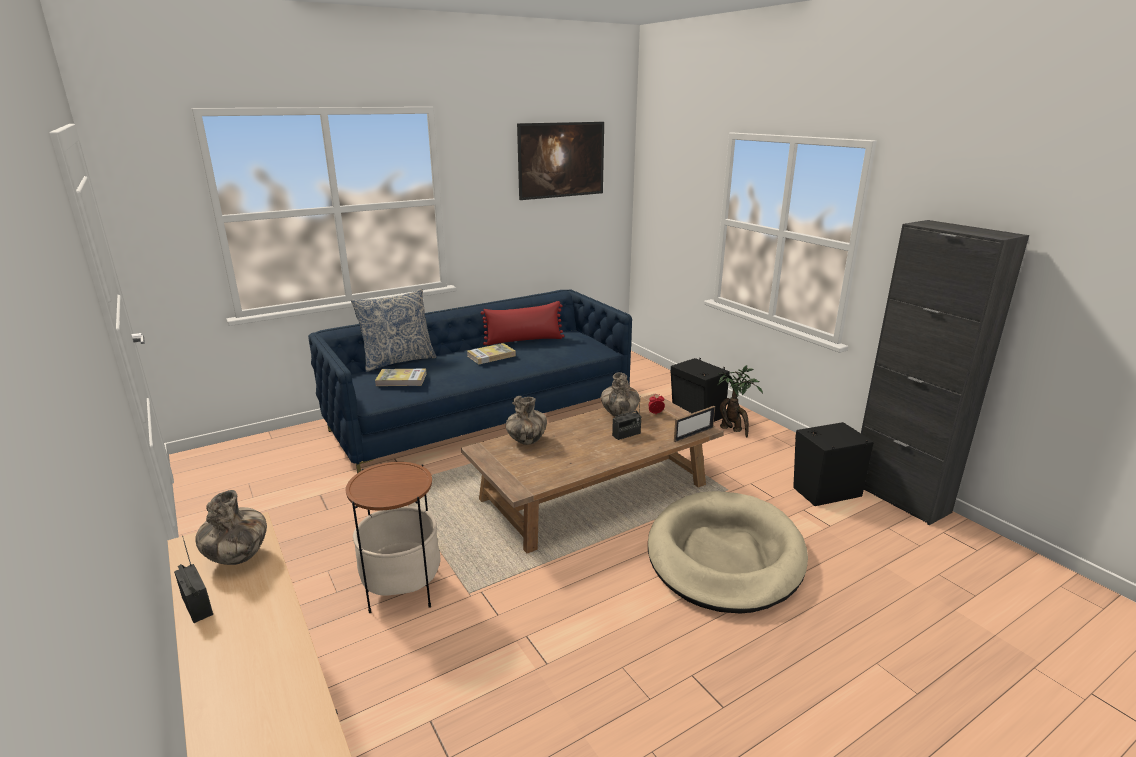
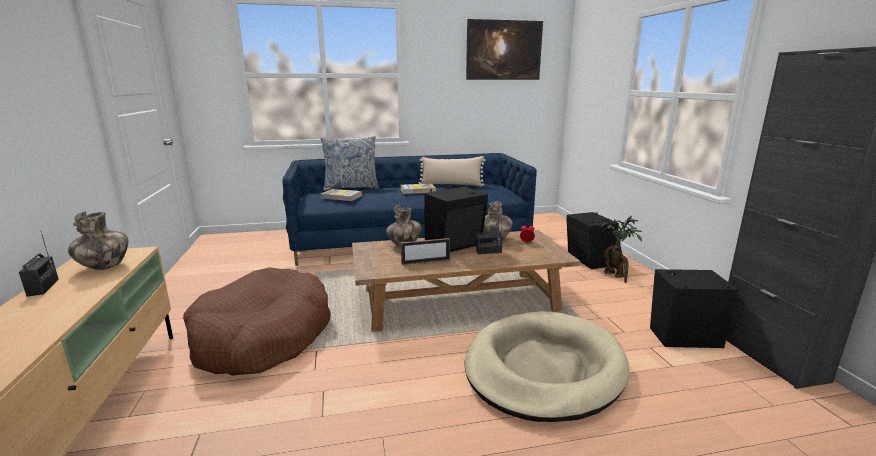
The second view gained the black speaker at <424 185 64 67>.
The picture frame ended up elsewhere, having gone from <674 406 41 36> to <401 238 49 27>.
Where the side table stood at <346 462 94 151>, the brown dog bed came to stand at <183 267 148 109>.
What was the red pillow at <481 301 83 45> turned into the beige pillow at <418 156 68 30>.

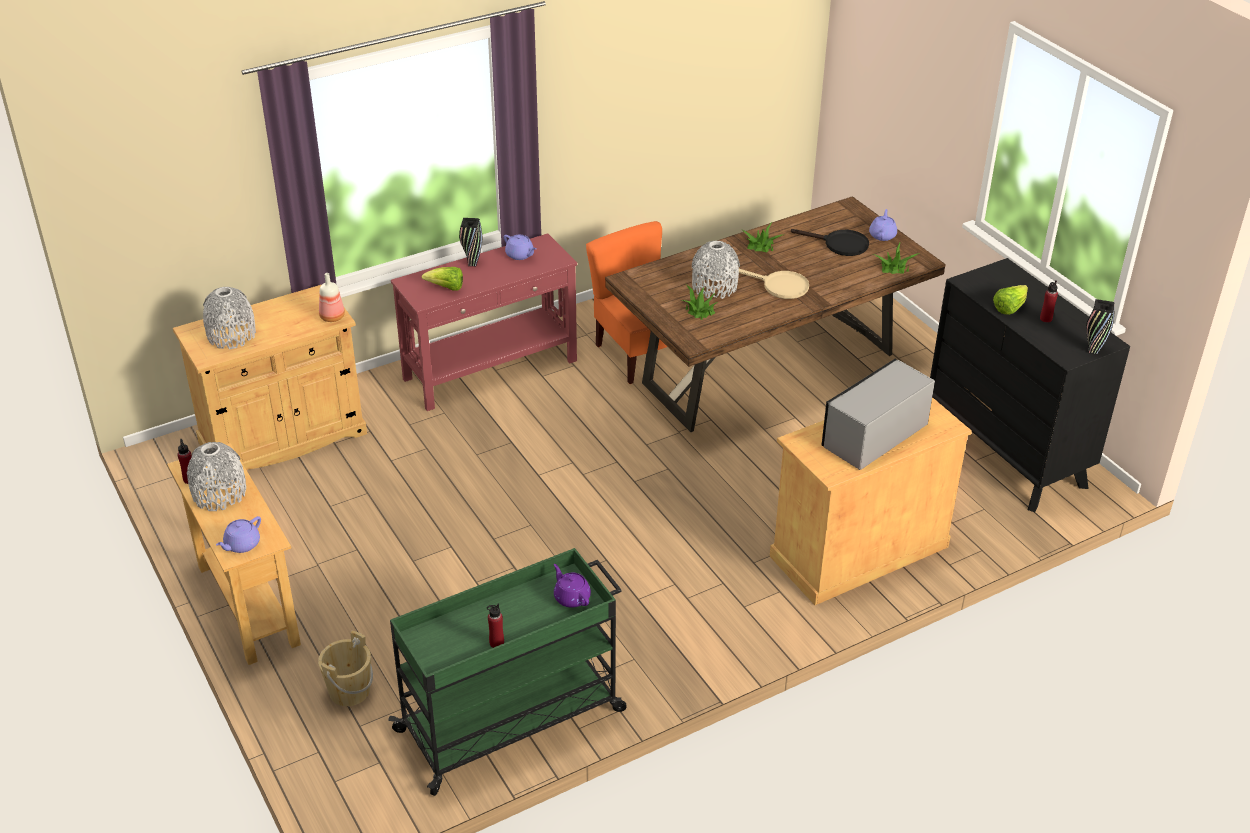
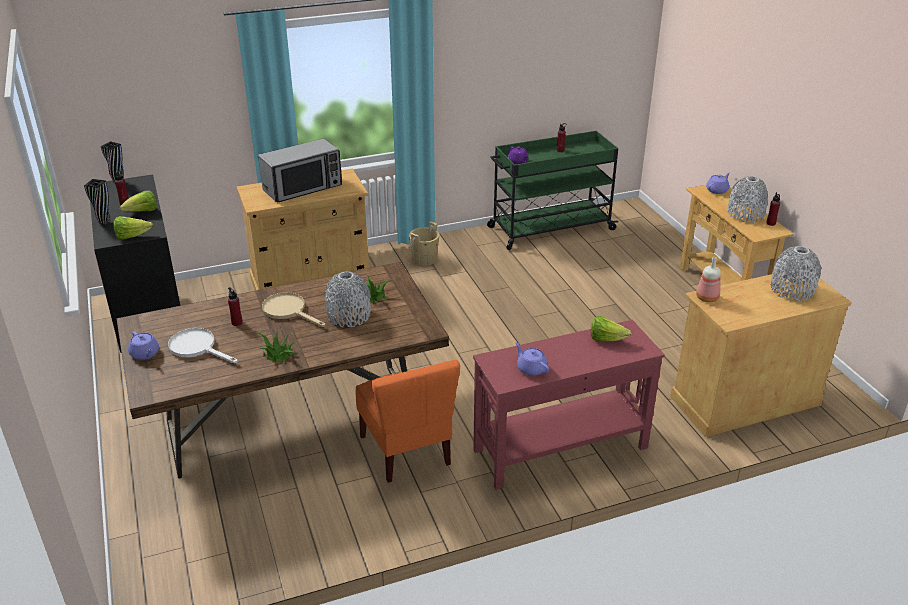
The second view lost the potted plant at <873 243 47 31>.
The second view gained the lettuce at <114 216 39 24>.
The second view gained the red bottle at <228 287 15 39>.
The beige bucket ended up elsewhere, having gone from <318 631 55 75> to <409 222 30 44>.
The black vase ended up elsewhere, having gone from <459 218 23 48> to <84 179 26 46>.
What was the black frying pan at <791 229 78 27> turned into the white frying pan at <168 328 70 35>.
The purple teapot at <869 209 28 32> ended up facing another way, 60 degrees counterclockwise from before.

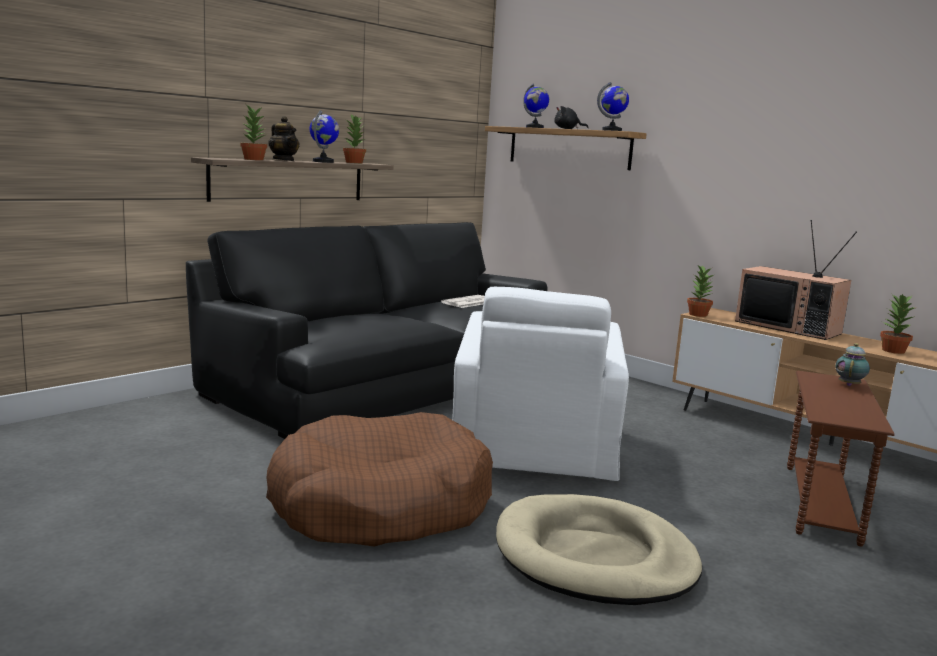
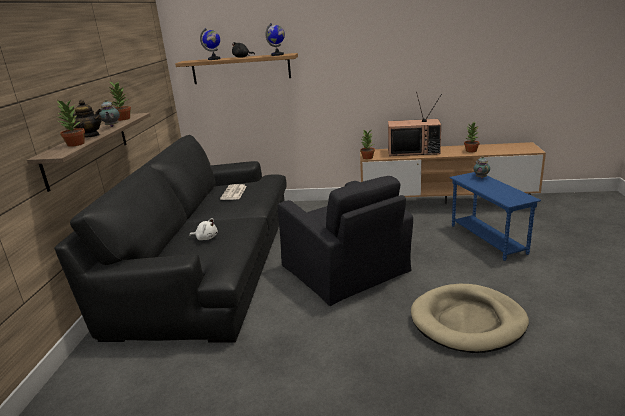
The second view lost the brown dog bed at <266 412 227 135>.
The second view gained the white plush toy at <189 218 29 22>.
Where the globe stood at <310 110 29 53>, the teapot came to stand at <99 100 21 27>.
What was the white armchair at <452 287 177 194> turned into the black armchair at <278 176 135 130>.
What was the brown side table at <787 371 107 176> turned into the blue side table at <450 172 91 89>.

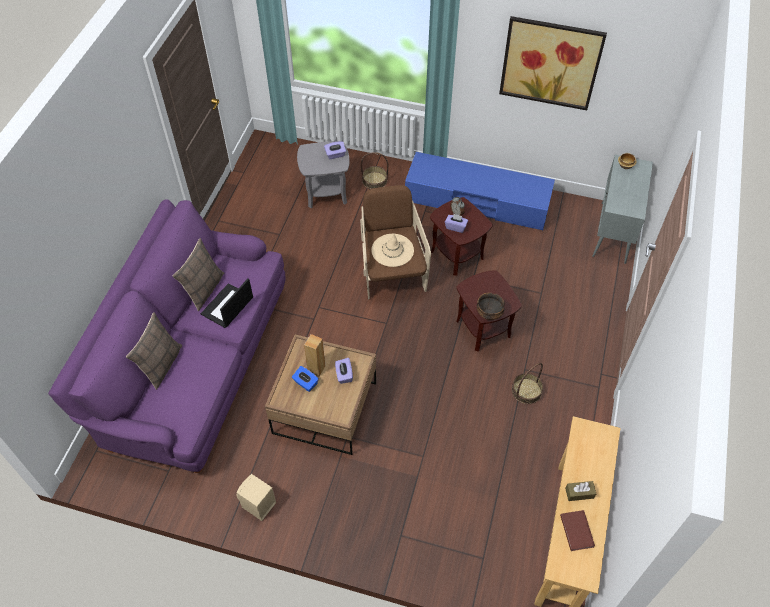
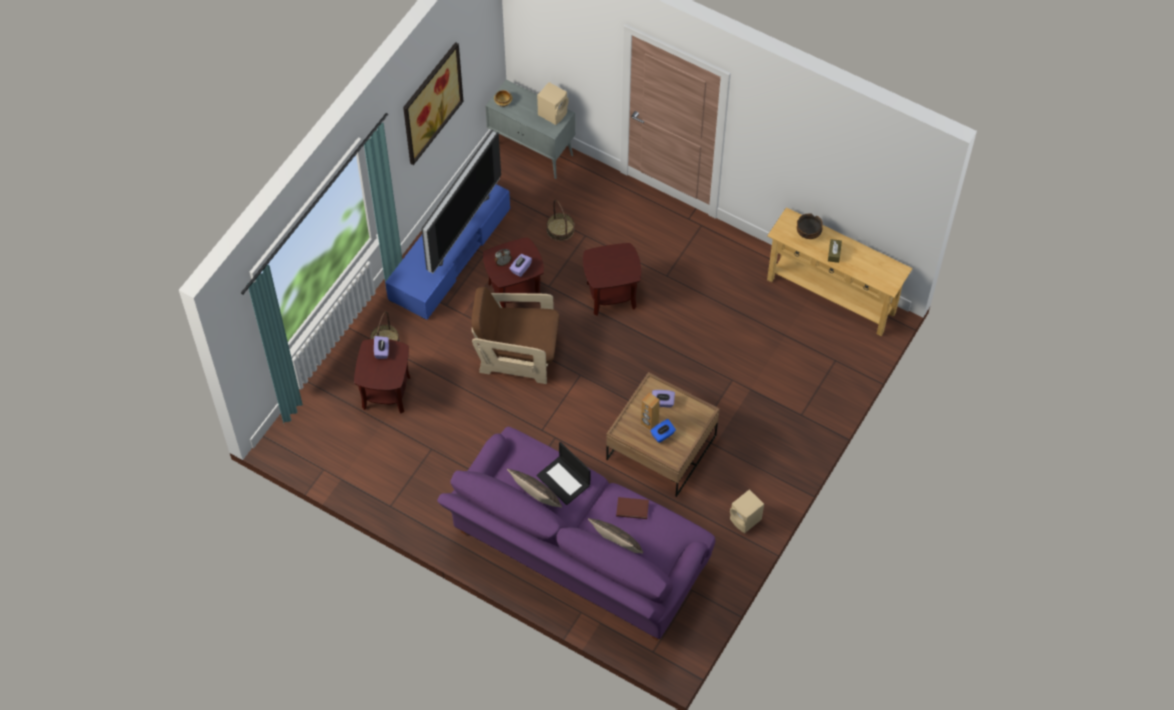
The second view lost the beige hat at <371 234 43 33>.
The second view gained the television at <421 130 80 143>.
The second view gained the beige speaker at <537 82 31 43>.
The bowl ended up elsewhere, having gone from <477 292 28 28> to <797 213 26 26>.
The basket ended up elsewhere, having gone from <512 363 31 41> to <546 199 29 42>.
The brown book ended up elsewhere, having gone from <560 510 35 41> to <616 497 33 22>.
What was the grey side table at <297 141 52 67> turned into the brown side table at <354 339 56 75>.

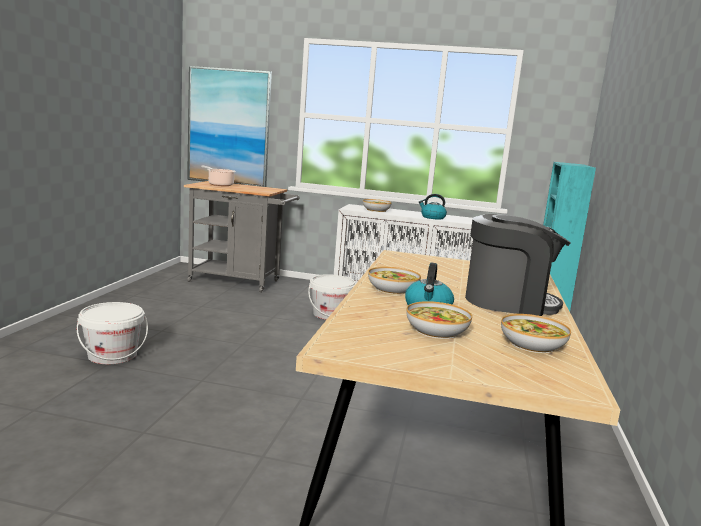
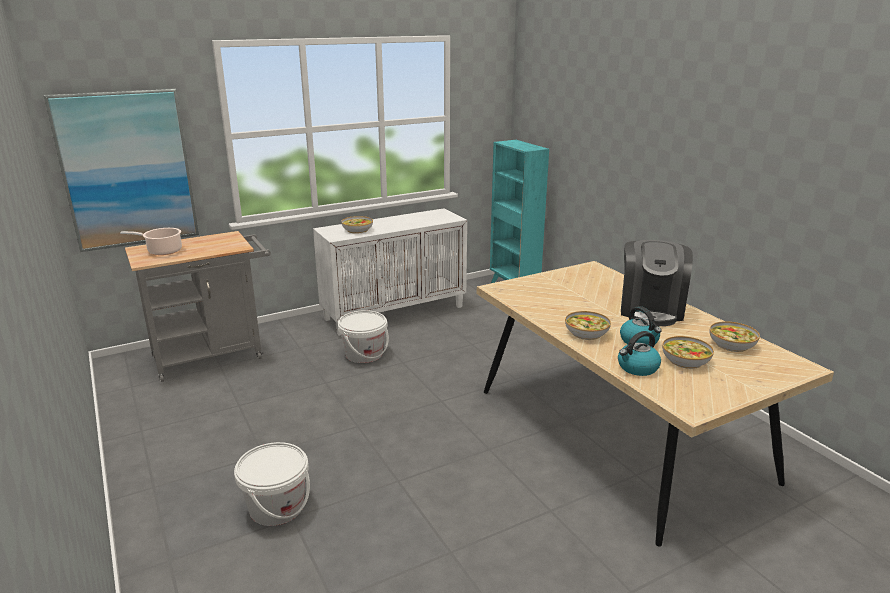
The kettle ended up elsewhere, having gone from <419 194 28 25> to <618 331 43 45>.
The coffee machine at <465 214 105 102> ended up facing another way, 135 degrees clockwise from before.

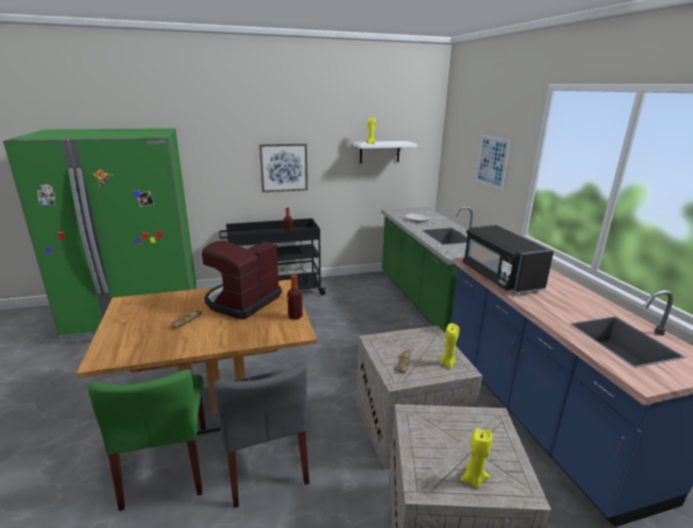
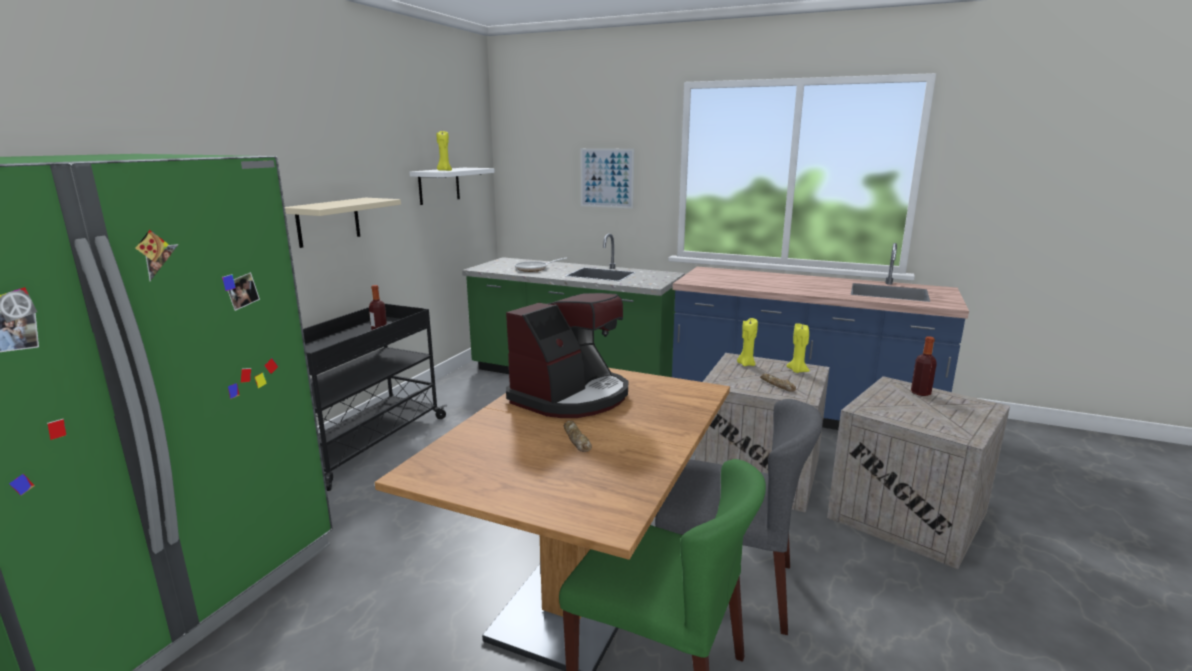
The second view lost the black microwave at <462 225 92 69>.
The bottle ended up elsewhere, having gone from <287 275 16 45> to <911 336 26 60>.
The yellow candle ended up elsewhere, having gone from <461 428 31 60> to <737 318 21 48>.
Where the picture hung at <259 144 49 48>, the beige shelf came to hang at <285 198 116 50>.
The coffee machine at <202 240 80 79> ended up facing another way, 120 degrees counterclockwise from before.

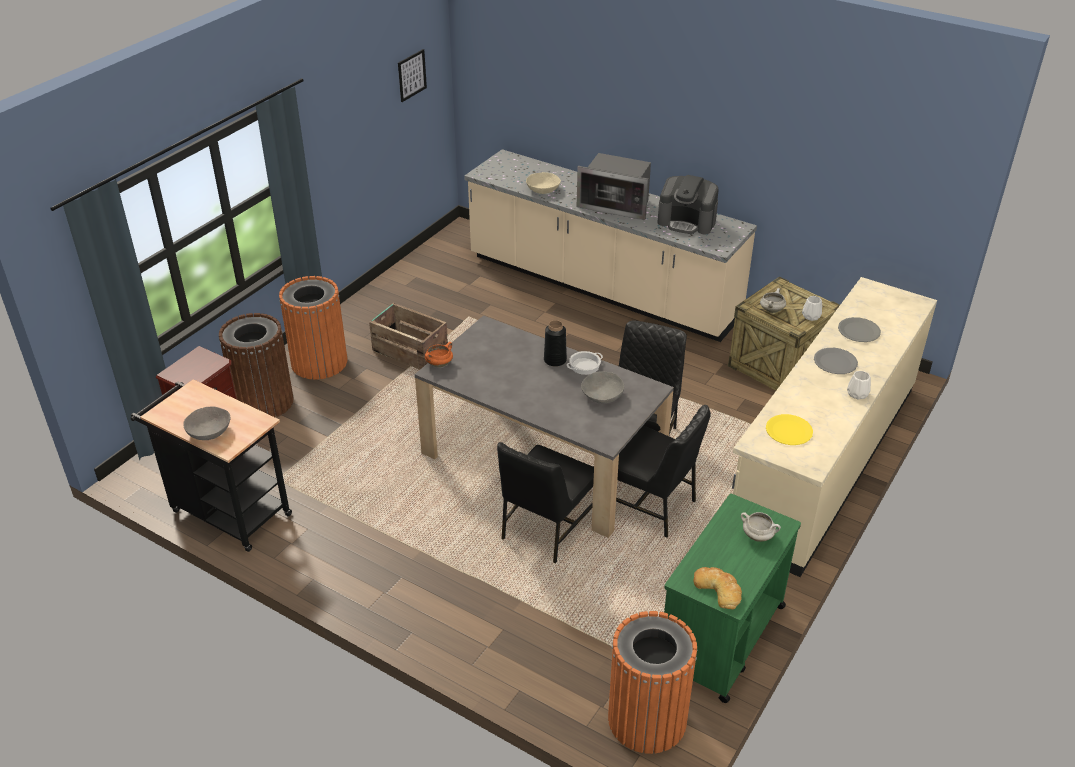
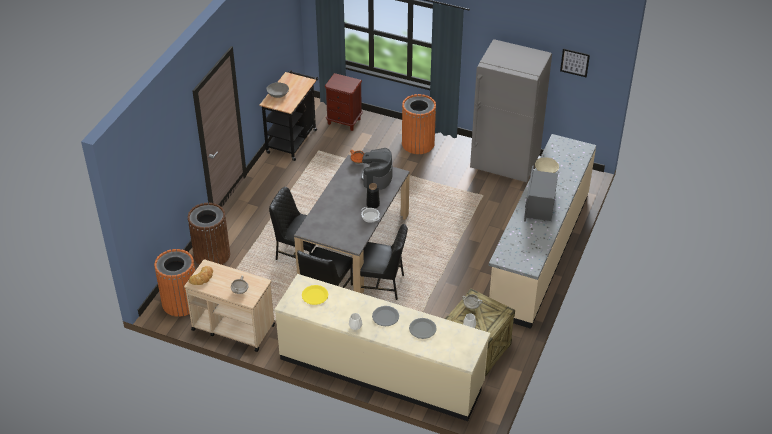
The second view lost the crate at <369 303 79 66>.
The second view lost the grey bowl at <581 371 43 33>.
The second view gained the grey fridge at <470 39 82 143>.
The brown trash can ended up elsewhere, having gone from <219 313 75 105> to <188 203 42 62>.
The coffee machine ended up elsewhere, having gone from <657 175 62 59> to <361 148 32 42>.
What was the green cart at <664 494 137 209> turned into the beige cart at <184 259 91 93>.

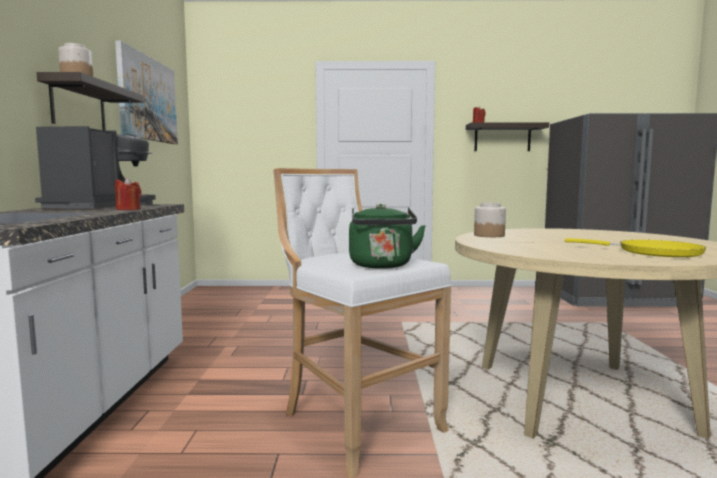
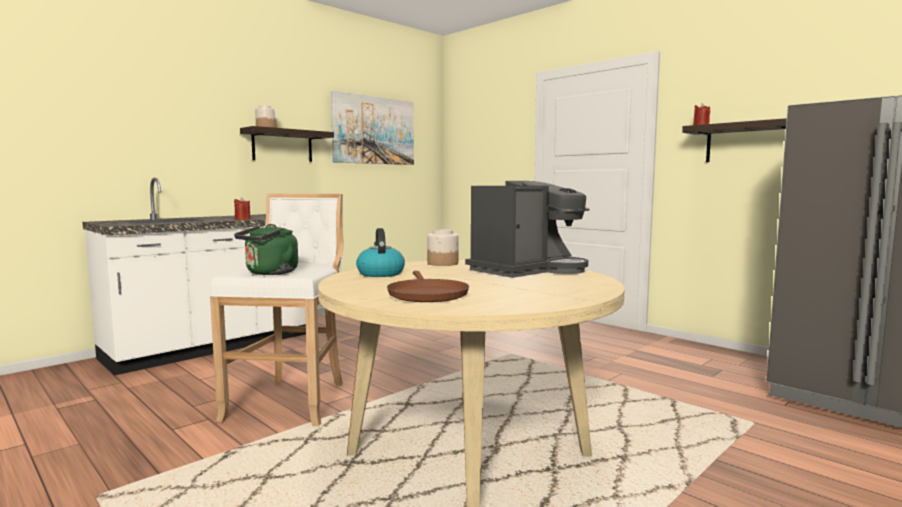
The second view gained the kettle at <356 228 49 49>.
The coffee machine ended up elsewhere, having gone from <35 126 121 82> to <465 181 125 97>.
What was the yellow frying pan at <565 238 142 19> turned into the brown frying pan at <387 271 82 31>.

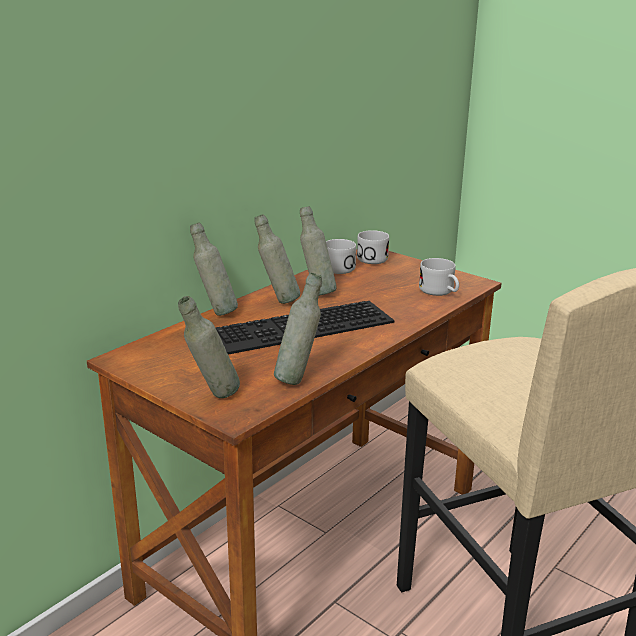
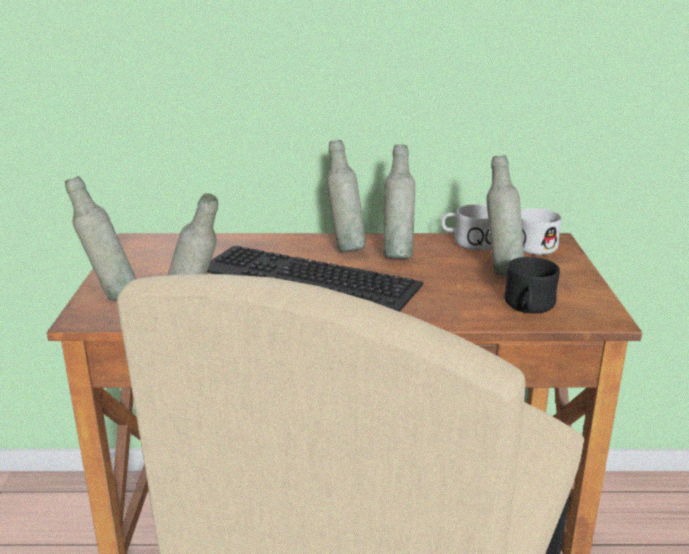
The grey bottle ended up elsewhere, having gone from <190 222 48 94> to <486 156 38 119>.
What was the white mug at <419 258 40 38> turned into the black mug at <505 257 55 57>.

